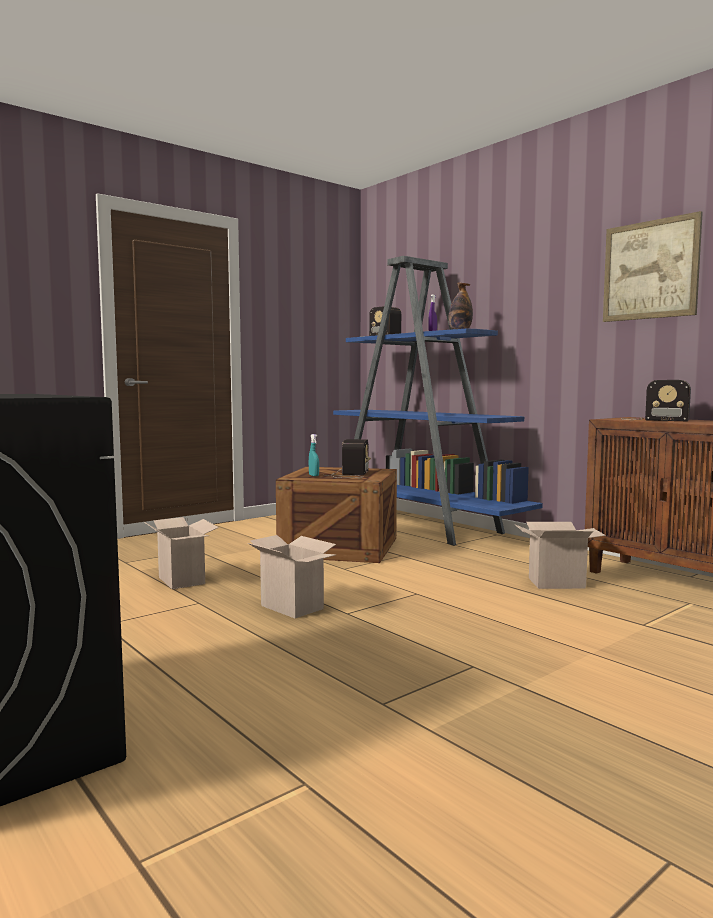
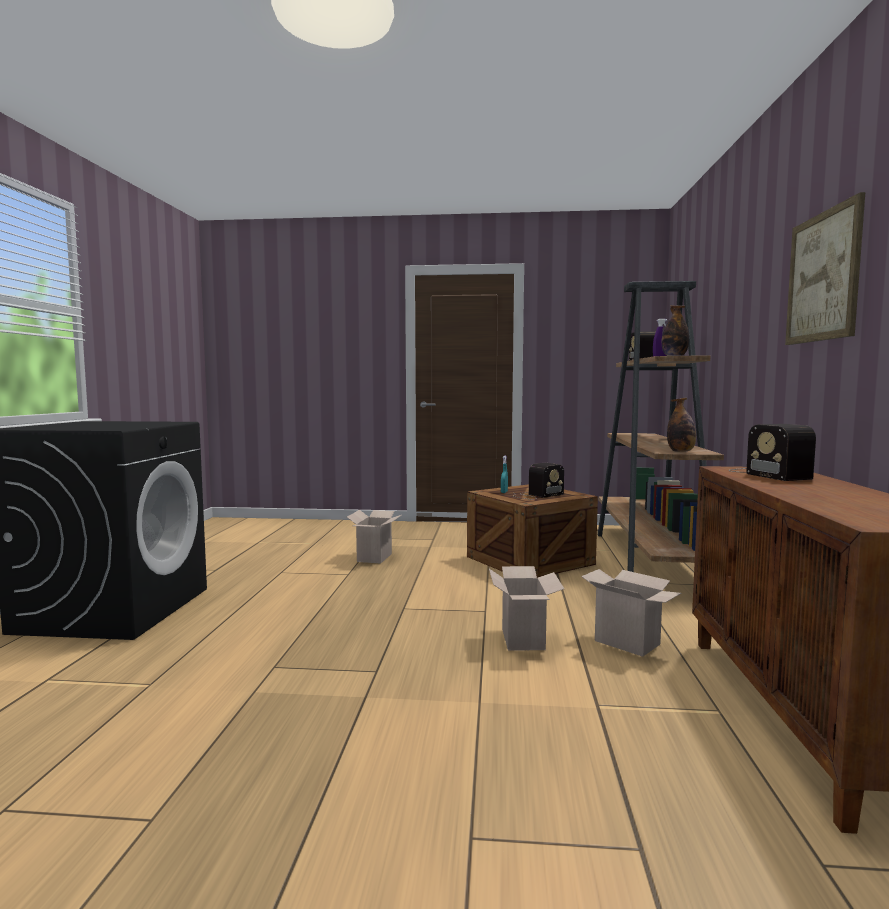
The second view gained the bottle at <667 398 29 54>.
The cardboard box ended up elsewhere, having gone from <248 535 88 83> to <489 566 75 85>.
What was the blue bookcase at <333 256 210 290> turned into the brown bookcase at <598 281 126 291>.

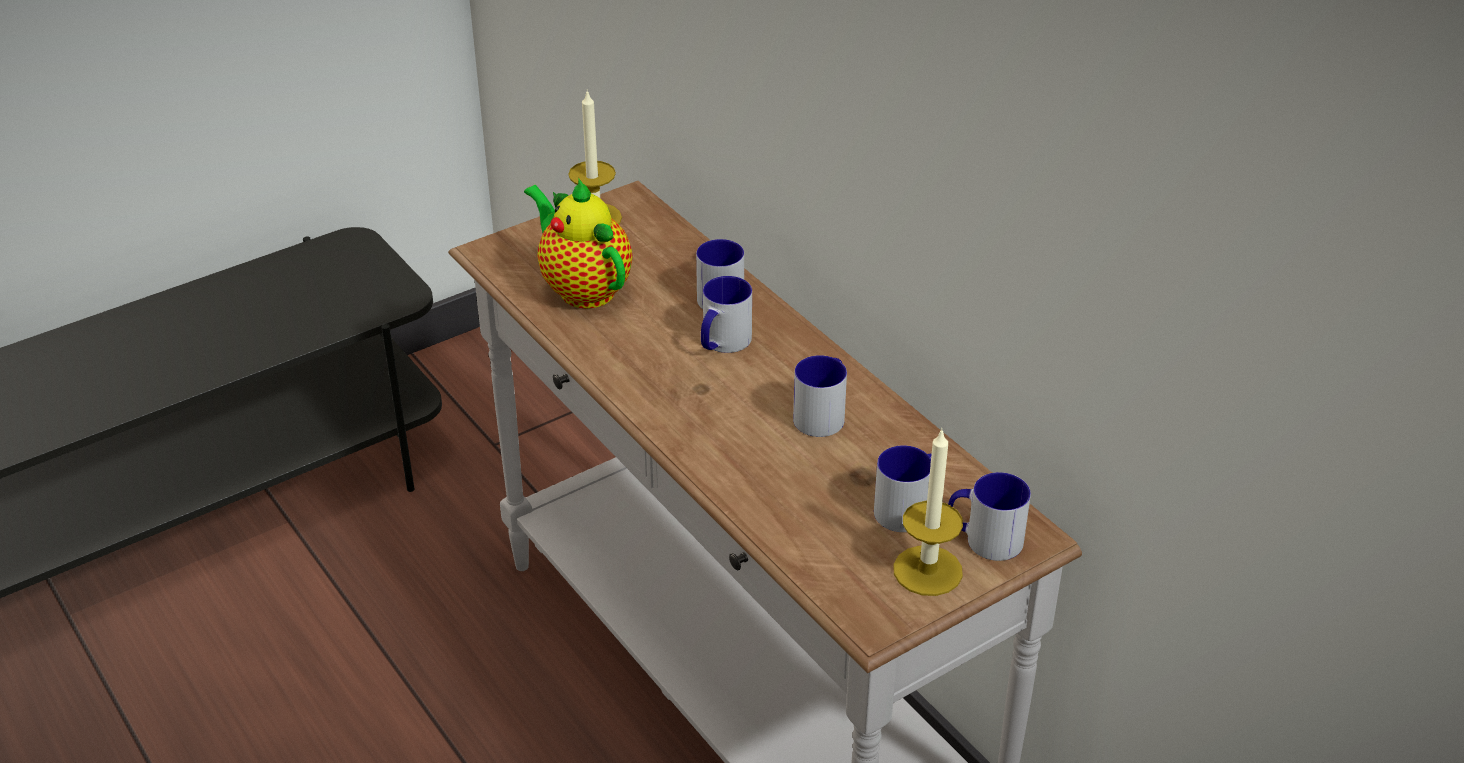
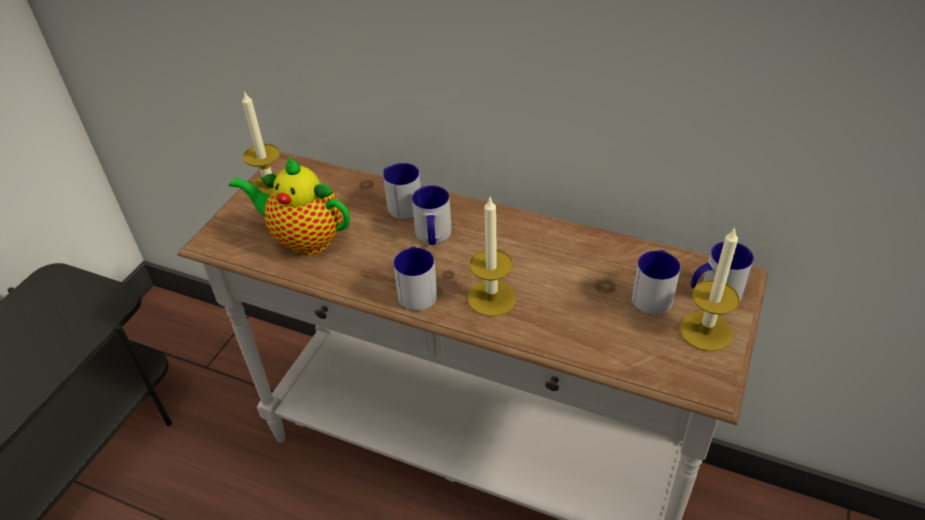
The second view gained the candle at <468 198 48 119>.
The mug ended up elsewhere, having gone from <793 355 54 82> to <393 247 44 64>.

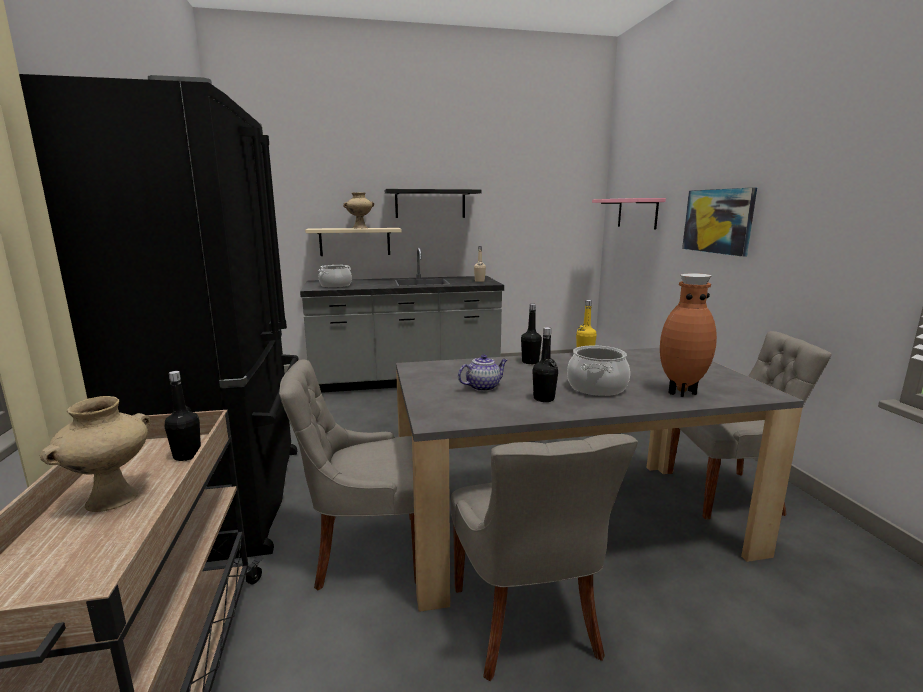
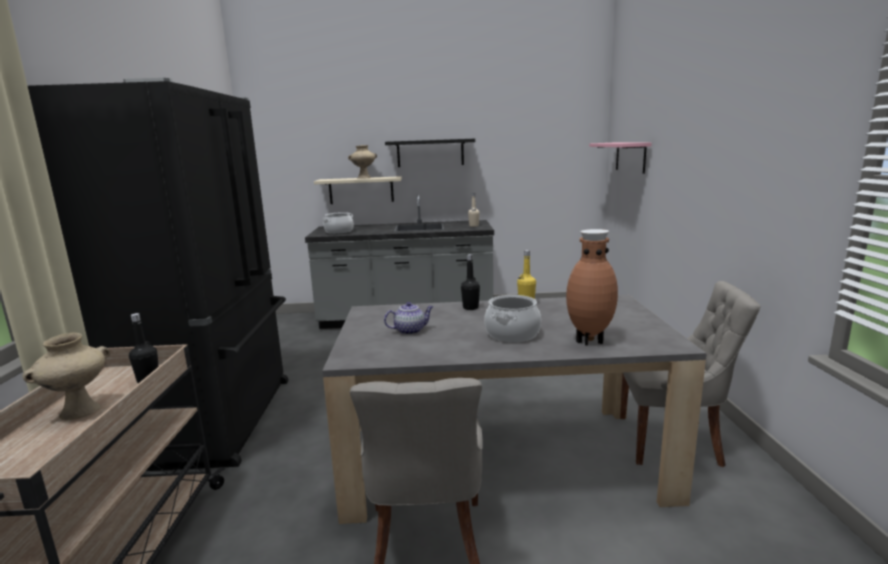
The second view lost the grey chair at <279 360 137 230>.
The second view lost the black bottle at <532 327 26 75>.
The second view lost the picture at <682 188 75 69>.

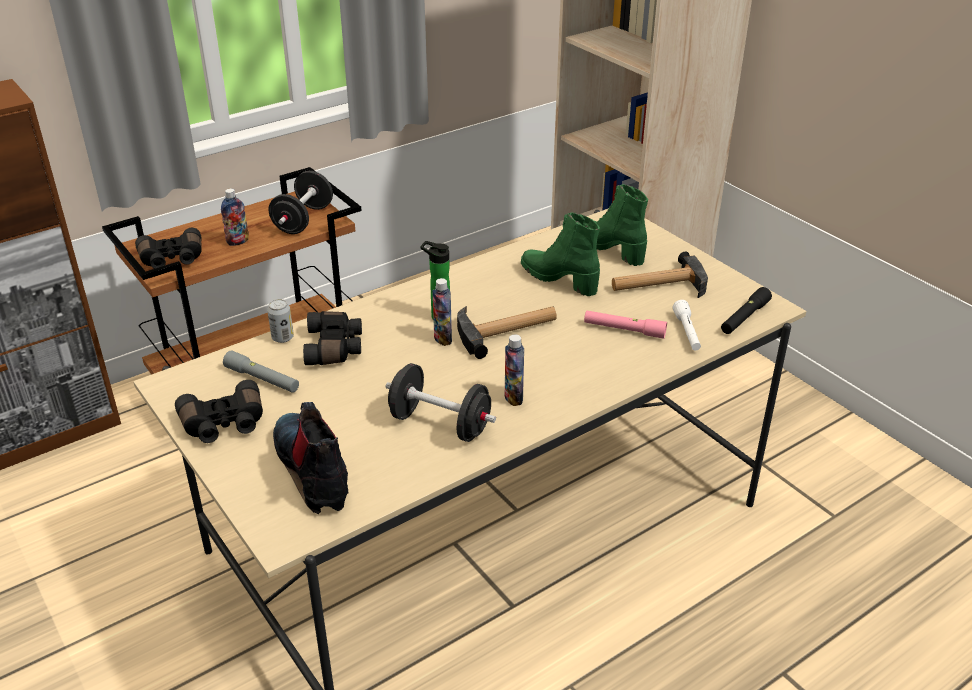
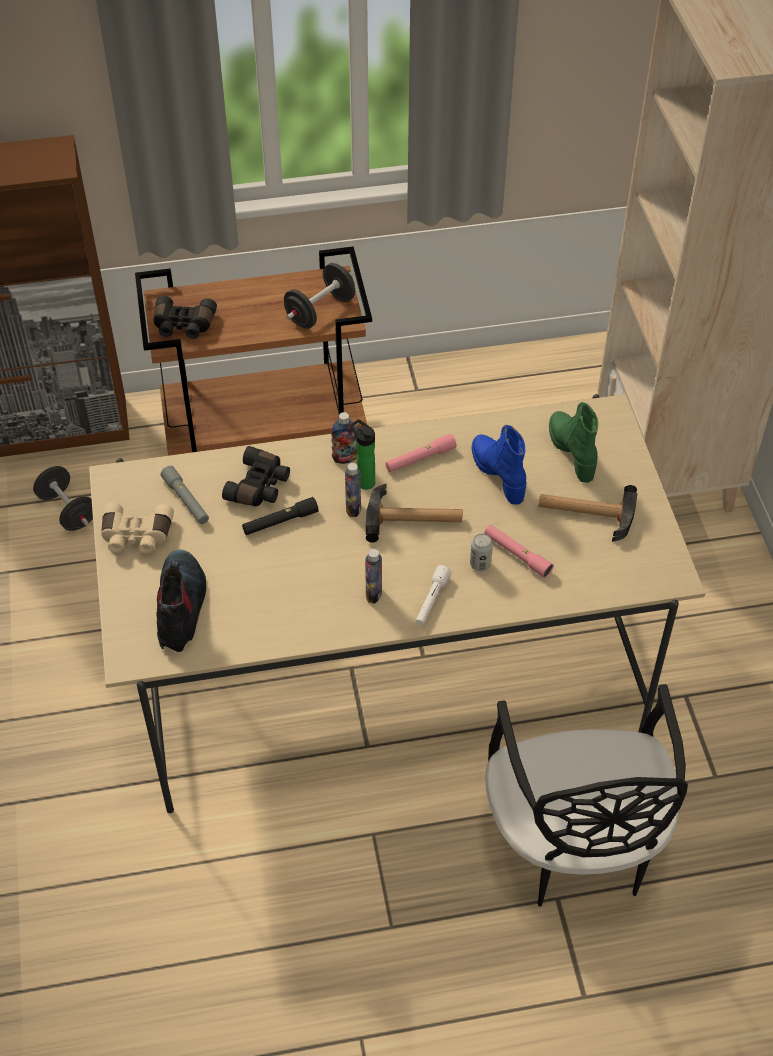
The second view gained the pink flashlight at <385 434 71 38>.
The second view gained the black chair at <485 684 203 223>.
The bottle ended up elsewhere, having gone from <221 189 28 57> to <331 412 26 52>.
The can ended up elsewhere, having gone from <267 299 27 44> to <470 533 23 38>.
The black dumbbell ended up elsewhere, having gone from <386 363 110 79> to <33 466 60 65>.
The white flashlight ended up elsewhere, having gone from <673 300 28 50> to <415 565 37 61>.
The black flashlight ended up elsewhere, having gone from <721 287 51 47> to <242 497 76 38>.
What was the black binoculars at <175 380 88 63> turned into the beige binoculars at <101 503 73 51>.
What was the green boot at <521 213 79 83> turned into the blue boot at <472 425 55 80>.

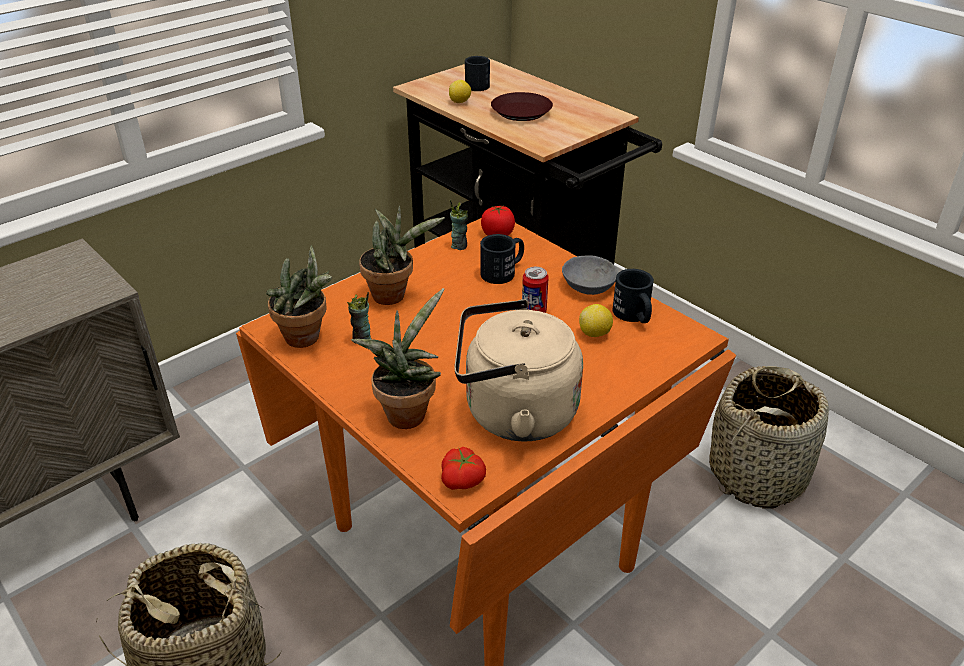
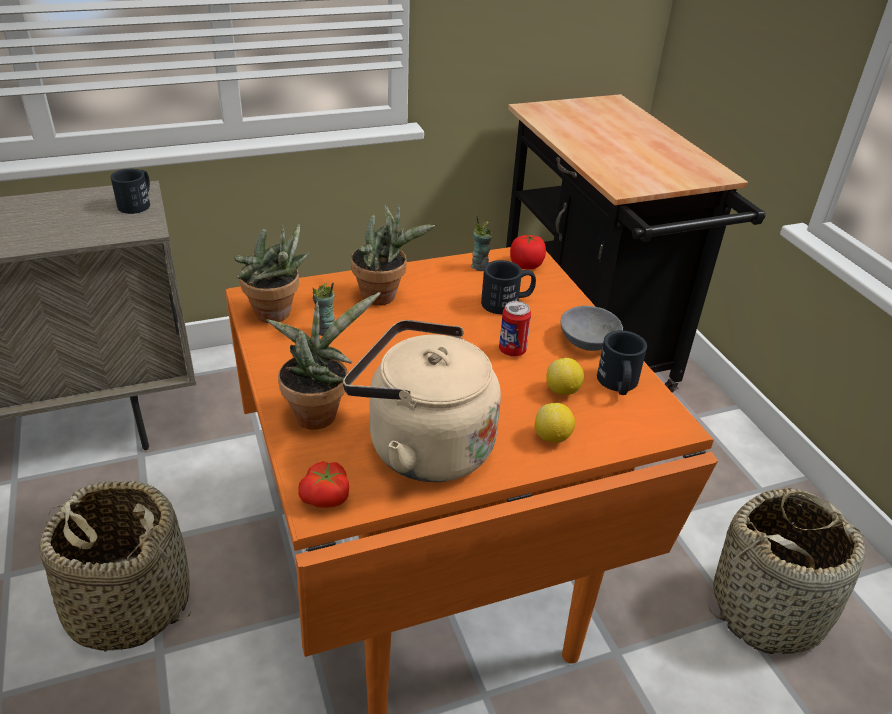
The second view lost the brown plate at <491 92 62 29>.
The lemon ended up elsewhere, having gone from <449 80 22 23> to <535 403 40 40>.
The black mug ended up elsewhere, having gone from <465 56 25 35> to <111 169 39 45>.

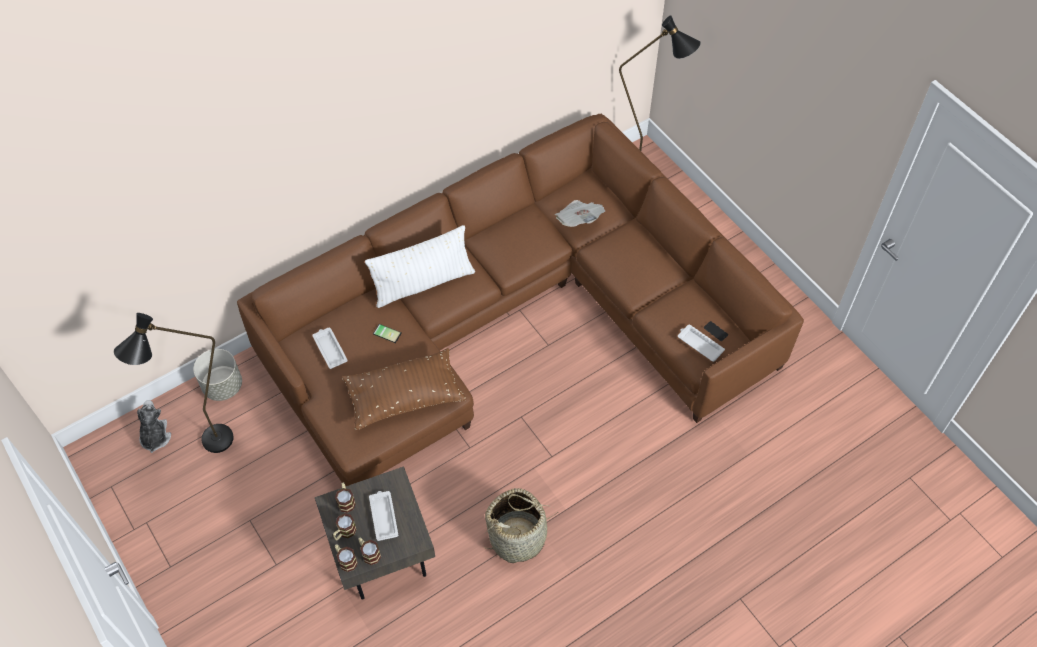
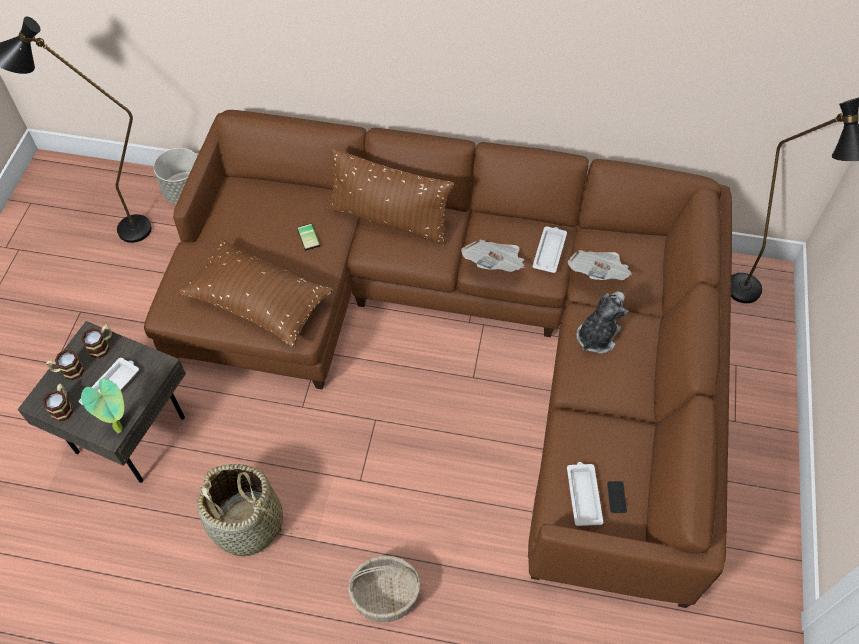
The second view lost the mug at <335 544 23 28>.
The second view gained the potted plant at <81 379 43 54>.
The second view gained the basket at <348 556 72 66>.
The second view gained the newspaper at <461 240 64 32>.
The plush toy ended up elsewhere, having gone from <137 400 34 53> to <576 291 53 63>.
The white tray ended up elsewhere, having gone from <312 327 36 42> to <533 226 34 47>.
What was the white pillow at <365 225 110 83> turned into the brown pillow at <328 148 126 97>.

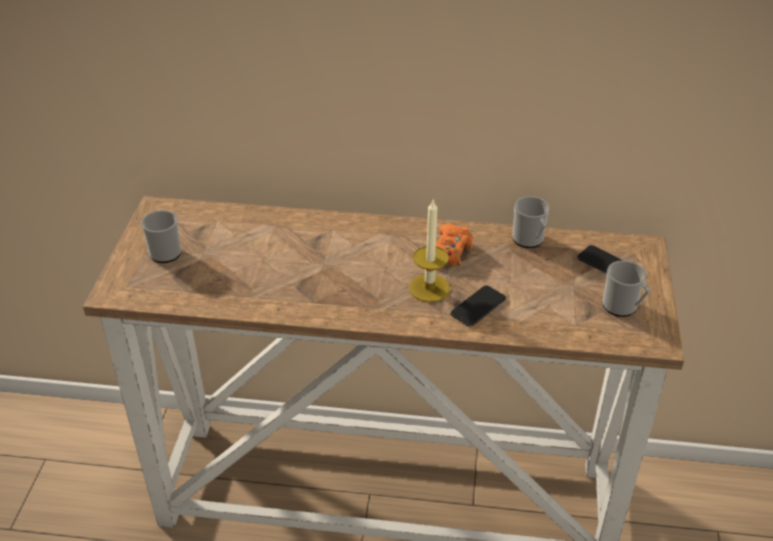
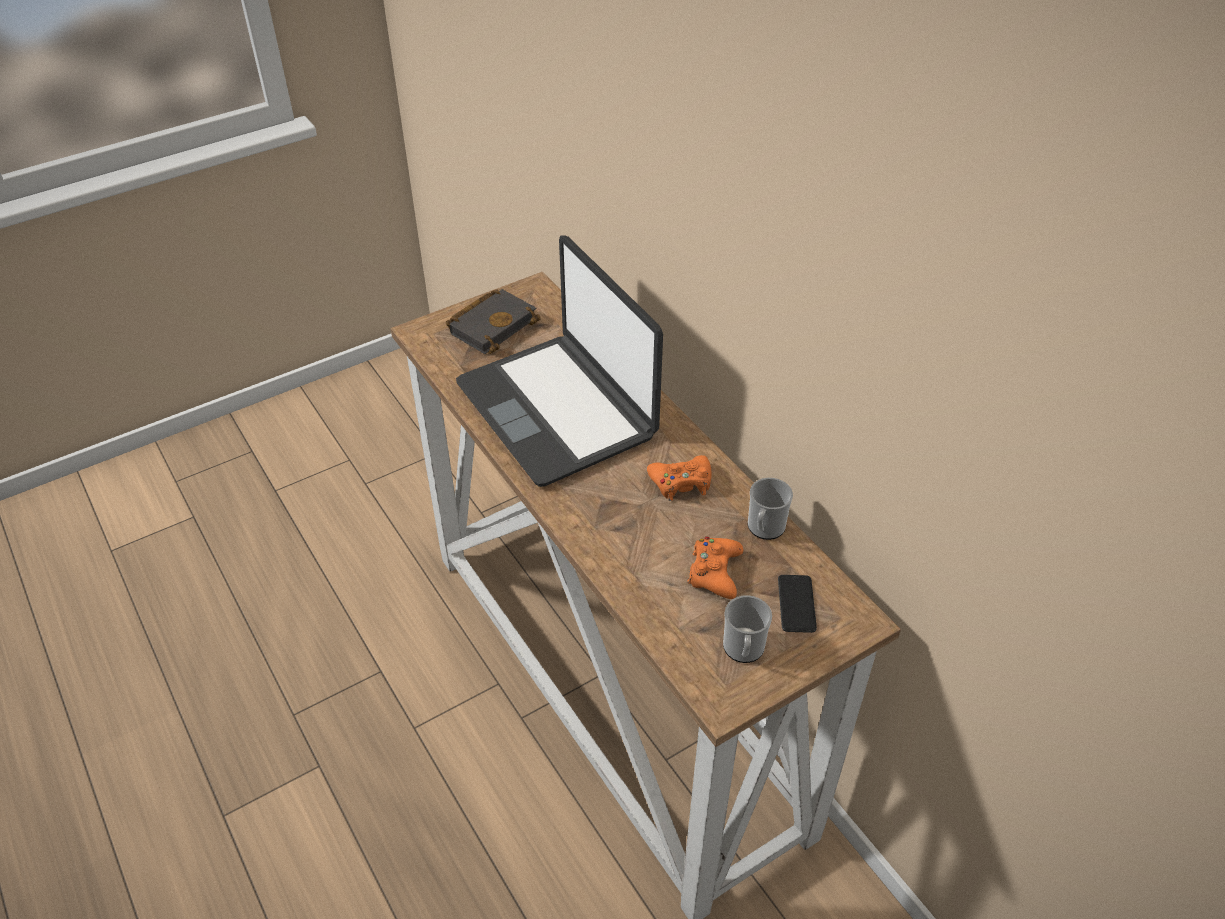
The second view lost the candle at <409 200 41 102>.
The second view lost the phone at <450 285 56 42>.
The second view gained the laptop at <456 236 207 251>.
The second view gained the orange game controller at <687 537 56 62>.
Where the mug stood at <141 209 41 54>, the black book came to stand at <446 289 95 65>.

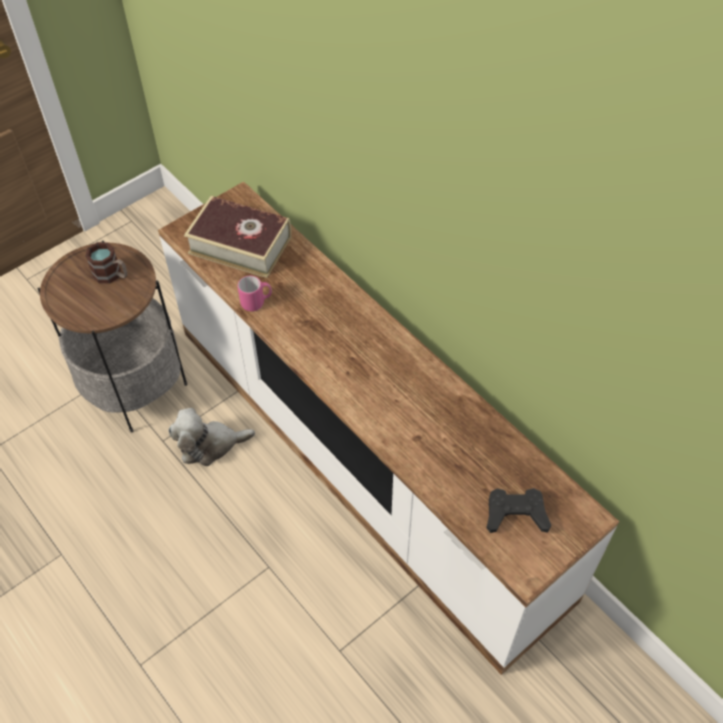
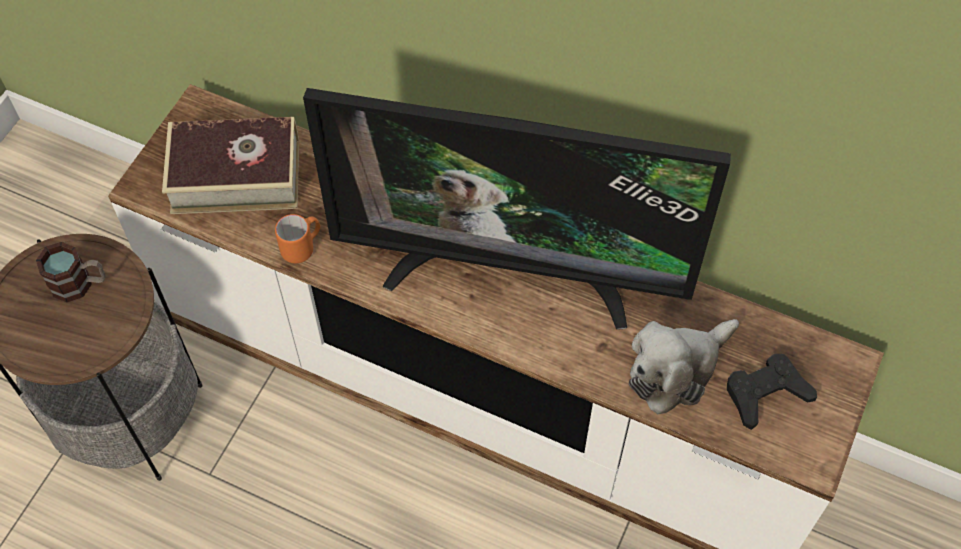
The second view gained the television at <303 88 428 242>.
The plush toy ended up elsewhere, having gone from <168 408 87 58> to <629 319 110 95>.
What was the pink mug at <238 276 34 35> turned into the orange mug at <275 214 45 50>.

